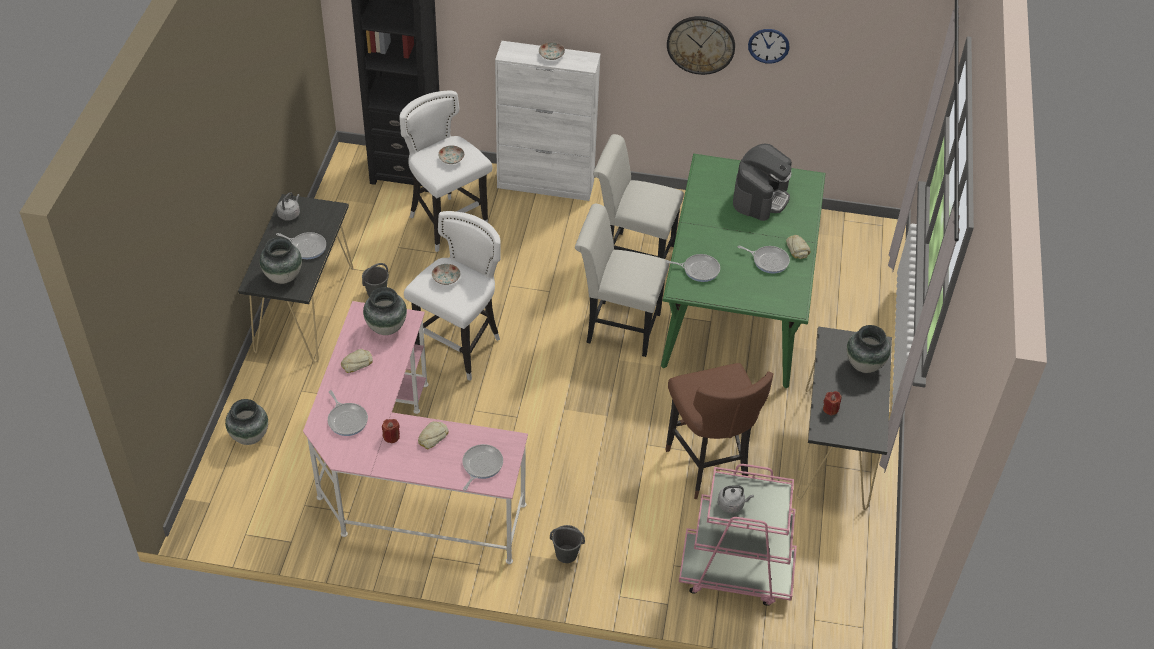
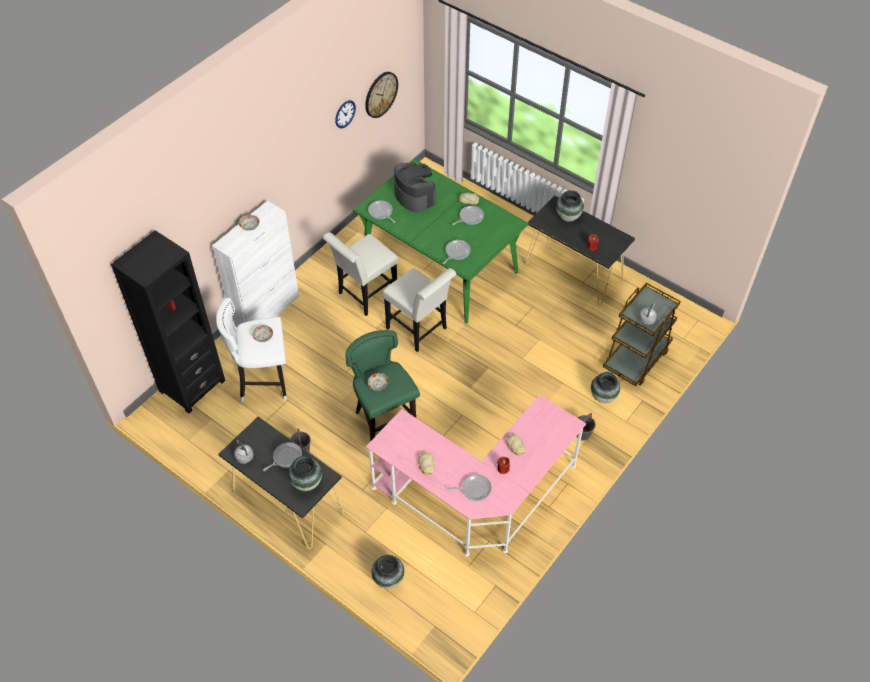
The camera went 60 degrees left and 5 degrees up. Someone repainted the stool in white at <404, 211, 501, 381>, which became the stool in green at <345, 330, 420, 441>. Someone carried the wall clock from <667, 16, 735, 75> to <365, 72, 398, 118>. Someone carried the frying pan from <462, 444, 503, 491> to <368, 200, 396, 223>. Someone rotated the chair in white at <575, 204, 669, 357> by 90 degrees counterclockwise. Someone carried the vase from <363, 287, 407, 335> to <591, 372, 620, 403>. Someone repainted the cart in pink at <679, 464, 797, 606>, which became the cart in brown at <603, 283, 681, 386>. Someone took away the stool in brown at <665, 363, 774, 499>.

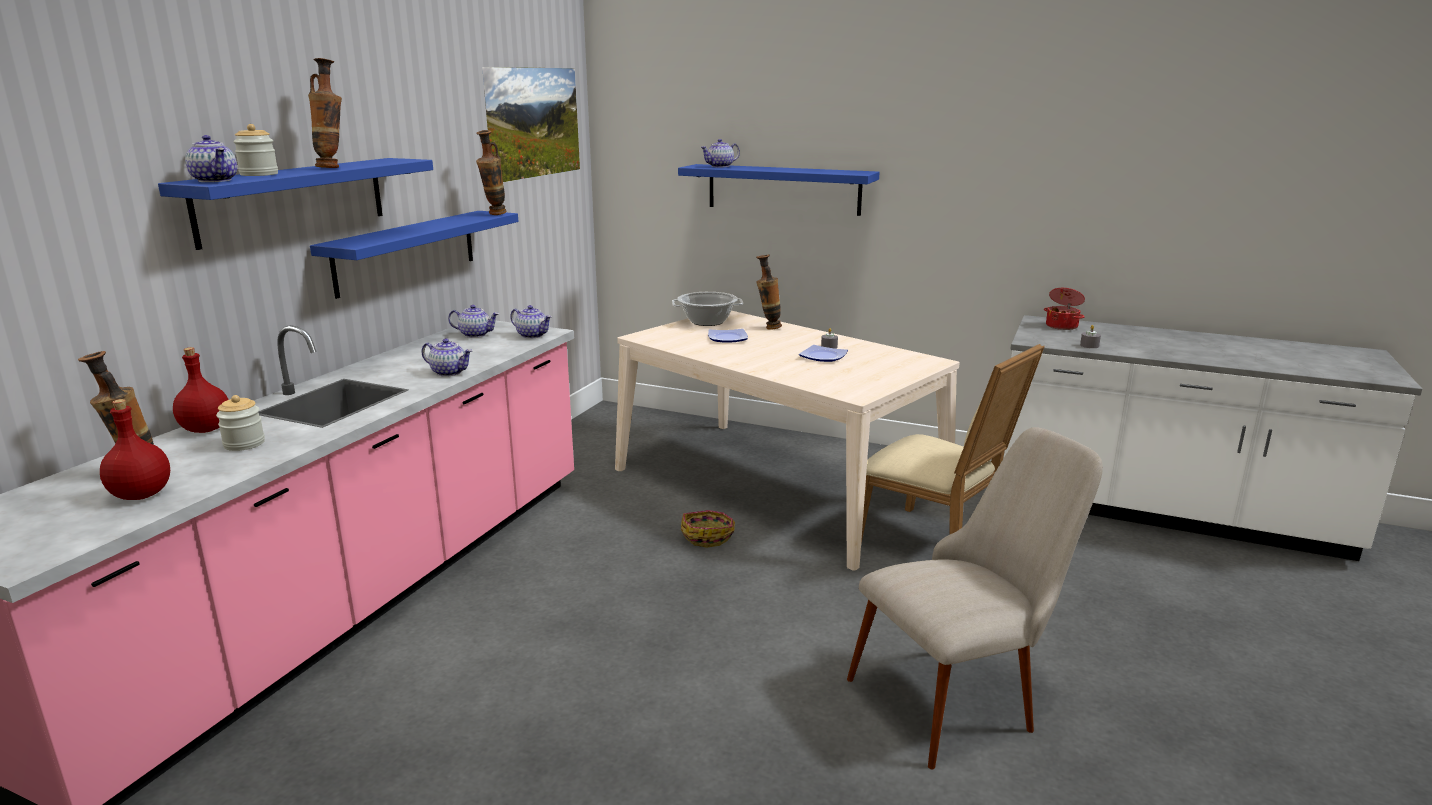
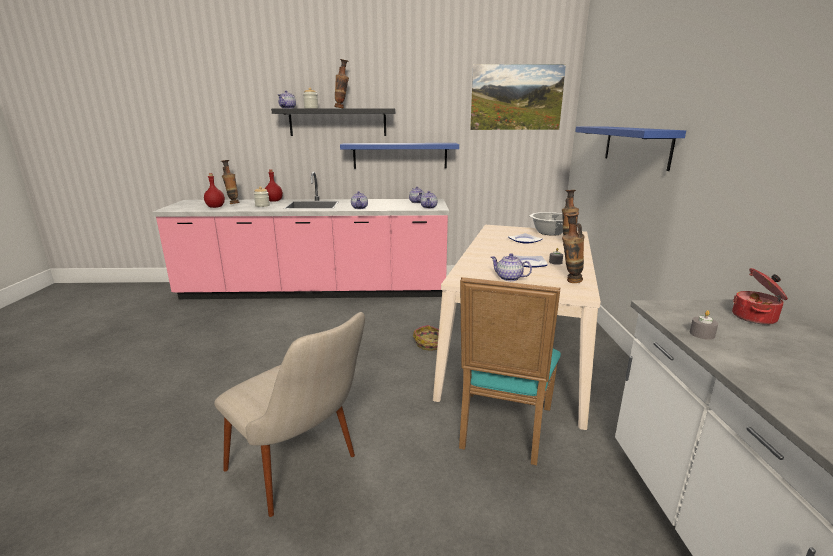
The camera went 65 degrees right and 0 degrees up. Someone repainted the shelf in blue at <158, 158, 433, 250>, which became the shelf in black at <271, 109, 395, 136>. Someone repainted the chair in beige at <861, 344, 1044, 543>, which became the chair in turquoise at <459, 277, 561, 465>. Someone carried the teapot from <700, 139, 740, 167> to <491, 253, 532, 281>. Someone carried the vase from <476, 130, 506, 215> to <562, 212, 585, 283>.

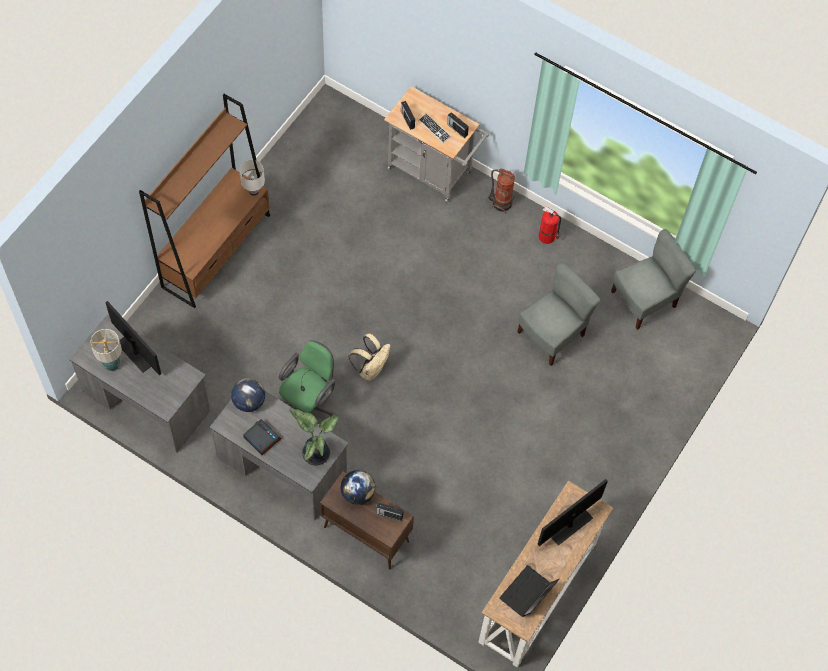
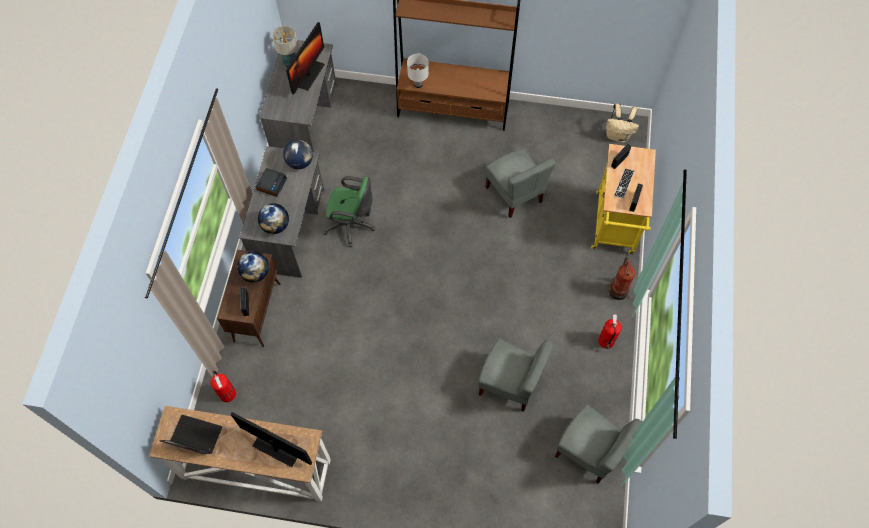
The camera went 70 degrees right and 0 degrees up. Someone put down the fire extinguisher at <210, 371, 236, 402>. Someone swapped the potted plant at <289, 409, 339, 466> for the globe at <258, 203, 289, 234>. Someone carried the table lamp in white from <239, 160, 265, 195> to <407, 54, 429, 88>. Someone put down the chair in grey at <486, 148, 556, 218>. Someone repainted the cart in grey at <384, 86, 489, 203>, which became the cart in yellow at <591, 144, 656, 255>. Someone carried the backpack in beige from <348, 333, 391, 381> to <606, 103, 639, 142>.

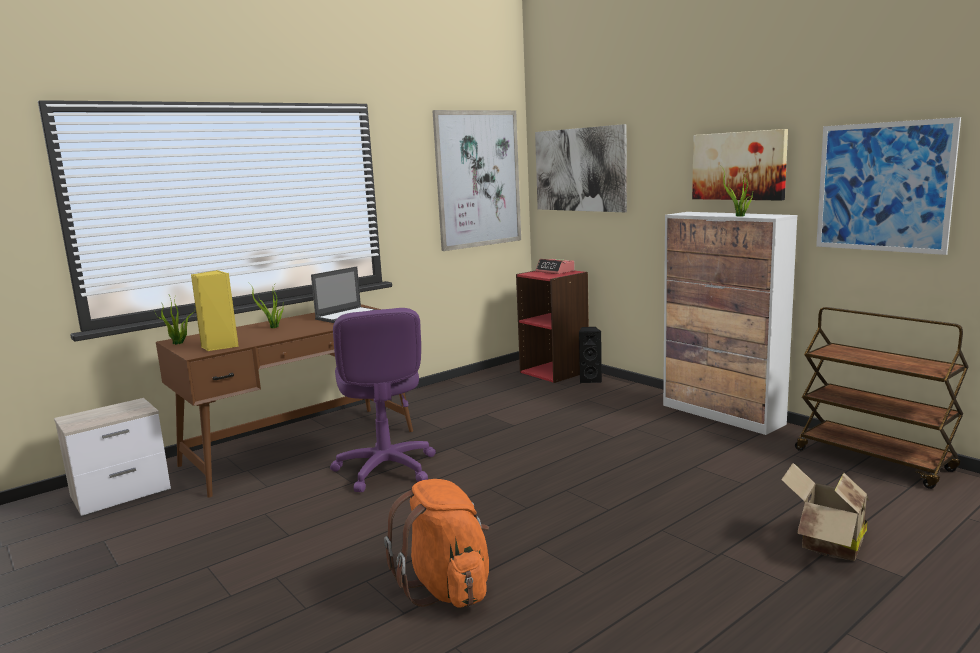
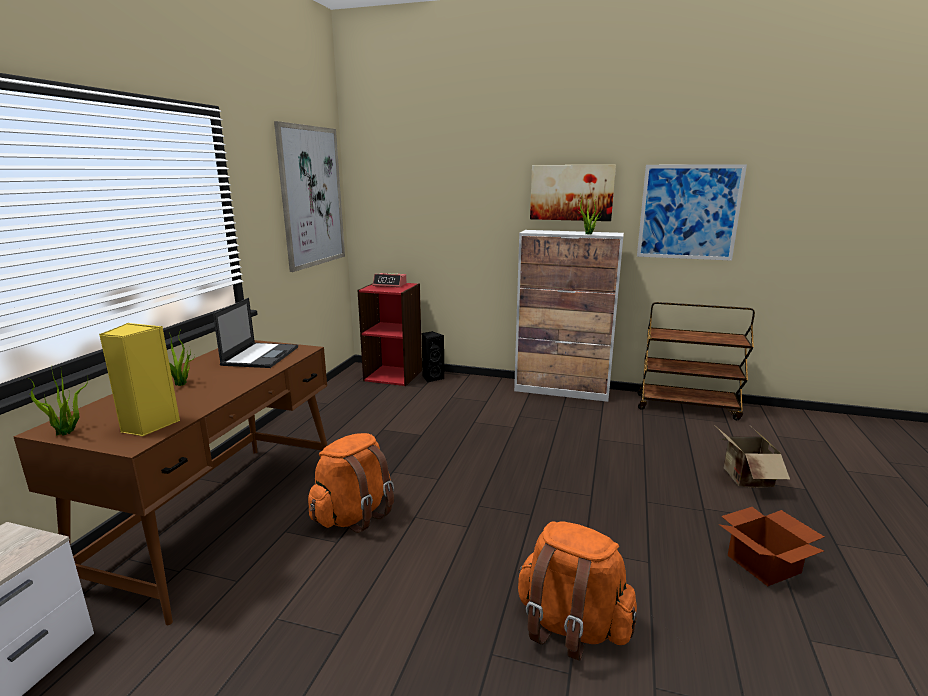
The camera went 35 degrees left and 5 degrees up. Someone swapped the office chair in purple at <330, 308, 436, 492> for the backpack in orange at <308, 433, 394, 533>. Someone put down the cardboard box at <719, 507, 824, 586>. Someone took away the picture at <535, 124, 627, 212>.

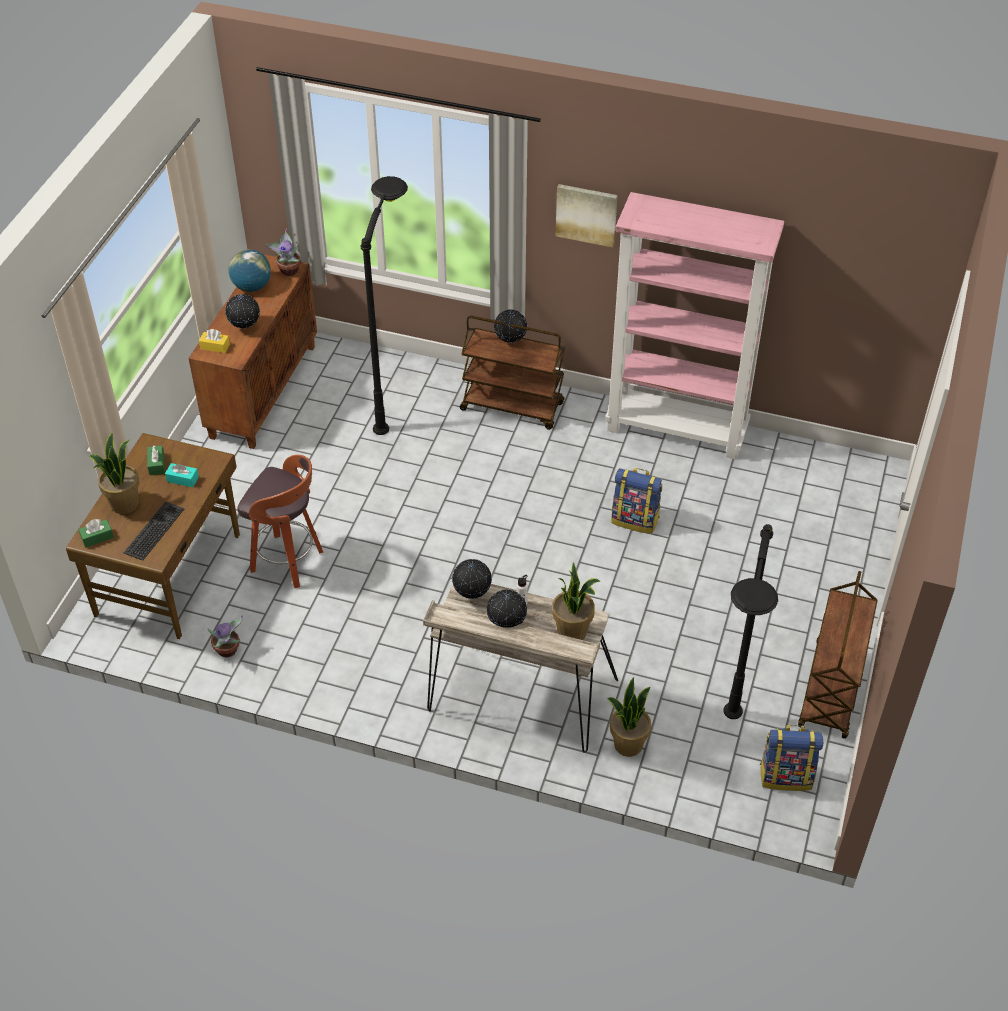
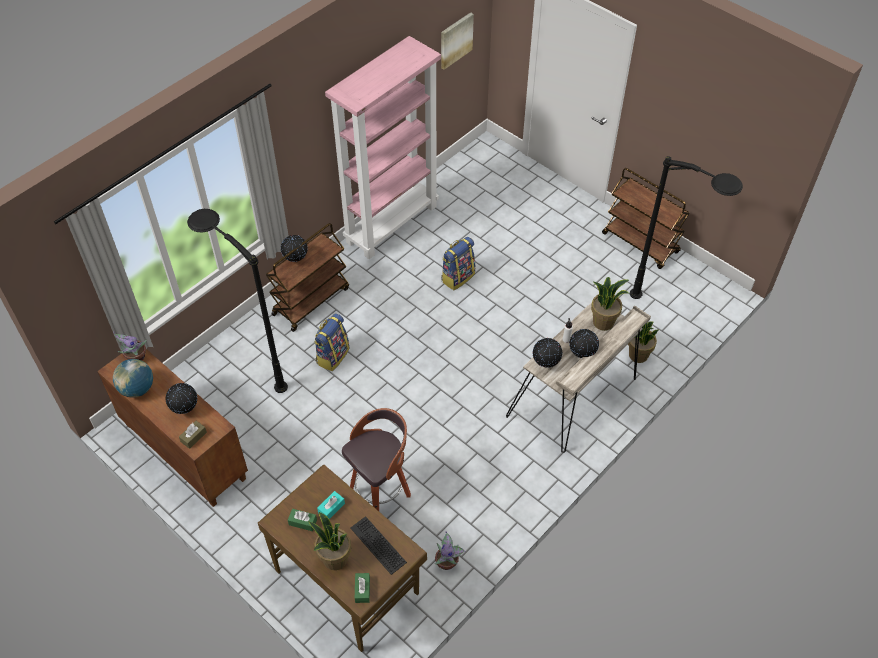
The camera went 65 degrees left and 5 degrees up. Someone repainted the tissue box in yellow at <199, 329, 230, 353>, which became the tissue box in brown at <179, 421, 207, 449>. Someone carried the backpack from <760, 725, 823, 791> to <314, 314, 349, 371>. Someone carried the picture from <556, 184, 617, 247> to <441, 12, 474, 70>.

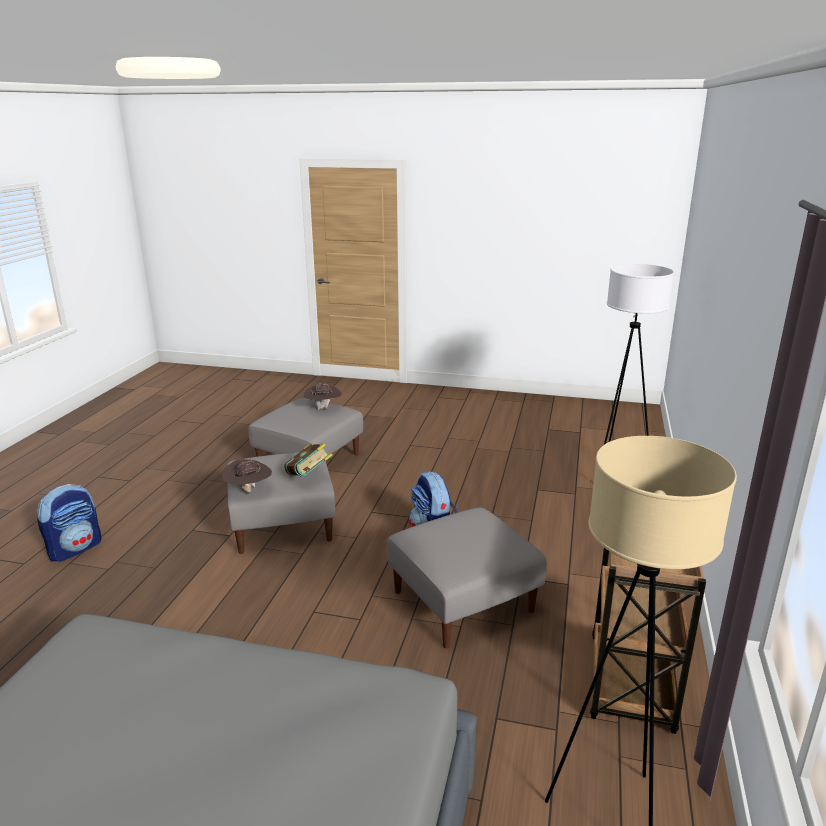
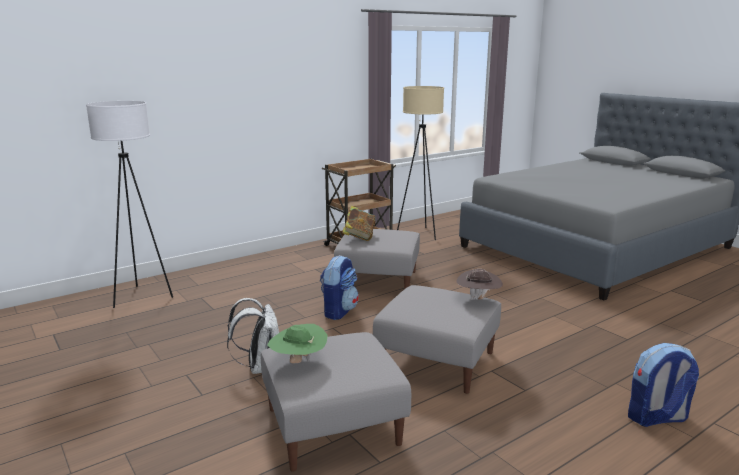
The camera went 140 degrees left and 5 degrees down. Someone put down the backpack in white at <227, 298, 279, 374>. Someone repainted the hat in brown at <304, 383, 342, 410>, which became the hat in green at <267, 324, 328, 363>. Someone carried the book from <284, 443, 333, 477> to <342, 206, 376, 241>.

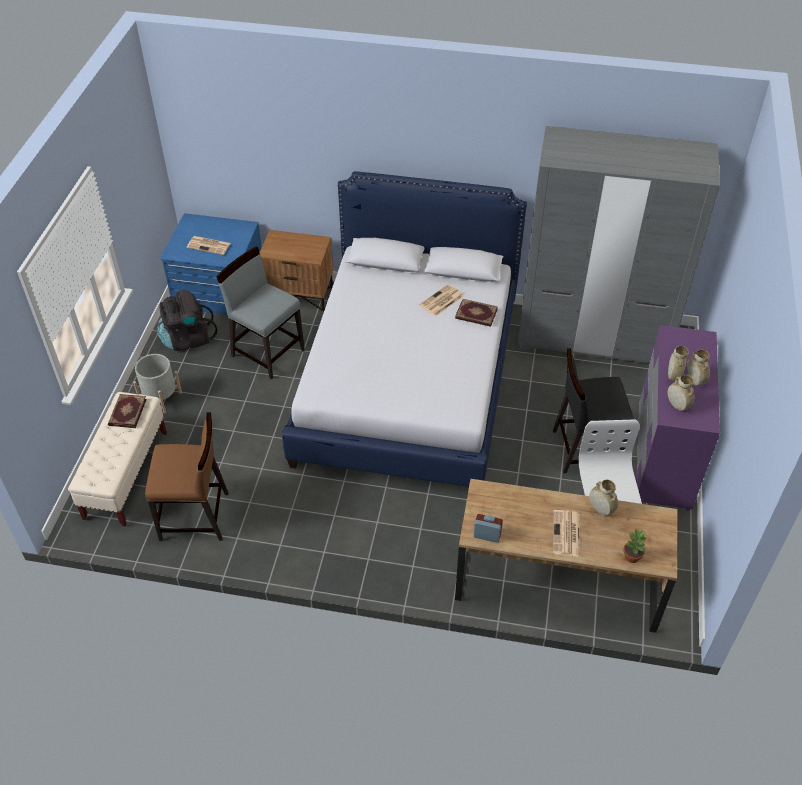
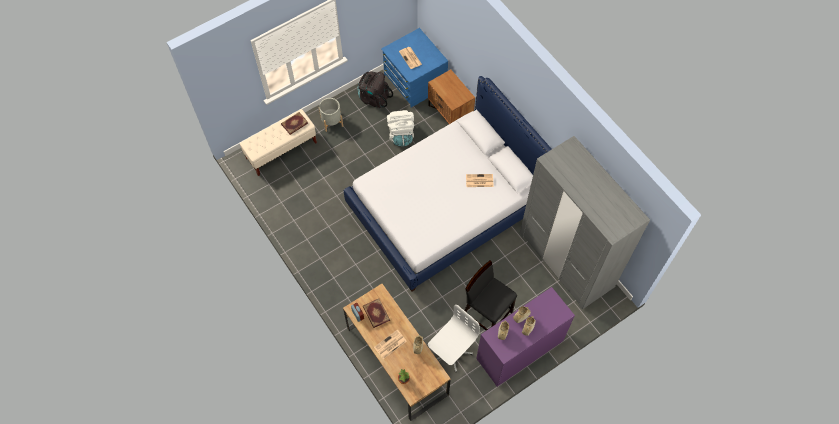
The camera went 45 degrees right and 15 degrees up. Someone carried the book from <455, 299, 498, 327> to <363, 298, 390, 328>. Someone swapped the chair in grey at <216, 247, 305, 380> for the backpack in white at <387, 110, 414, 147>. Someone took away the chair in brown at <145, 412, 229, 541>.

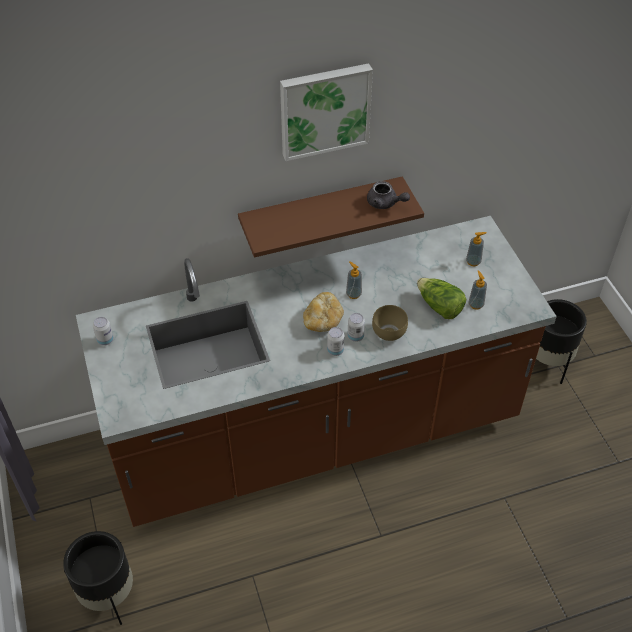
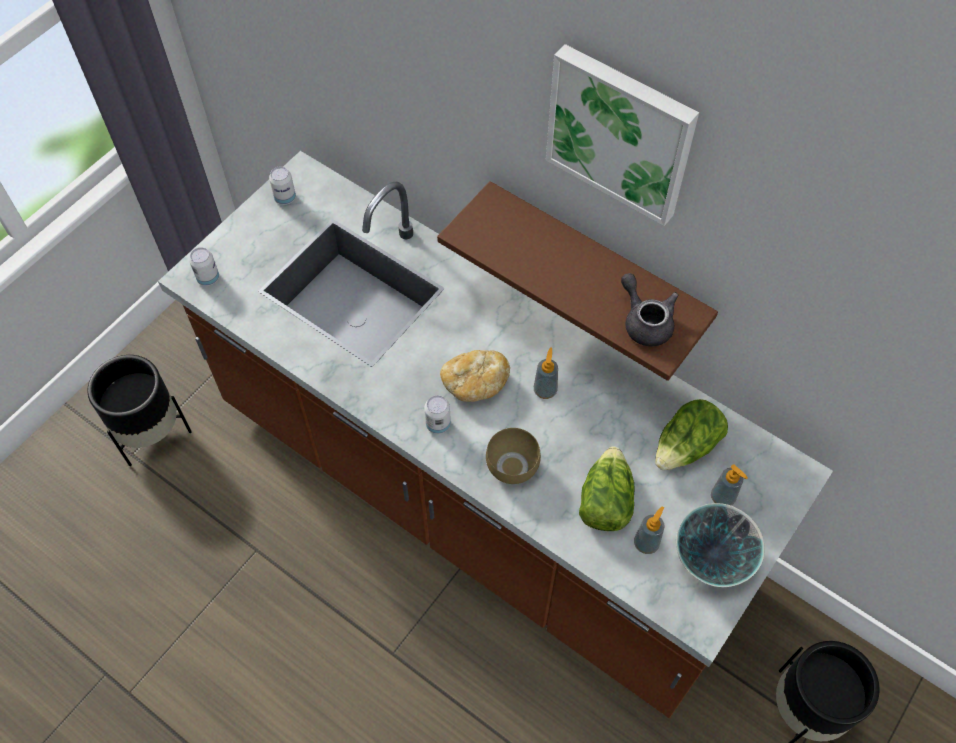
The camera went 55 degrees right and 10 degrees up. Someone carried the can from <347, 313, 365, 342> to <189, 247, 219, 286>. Someone rotated the teapot in grey at <367, 181, 410, 209> by 150 degrees clockwise. Someone put down the lettuce at <655, 399, 728, 470>. Someone put down the bowl at <676, 503, 765, 587>.

